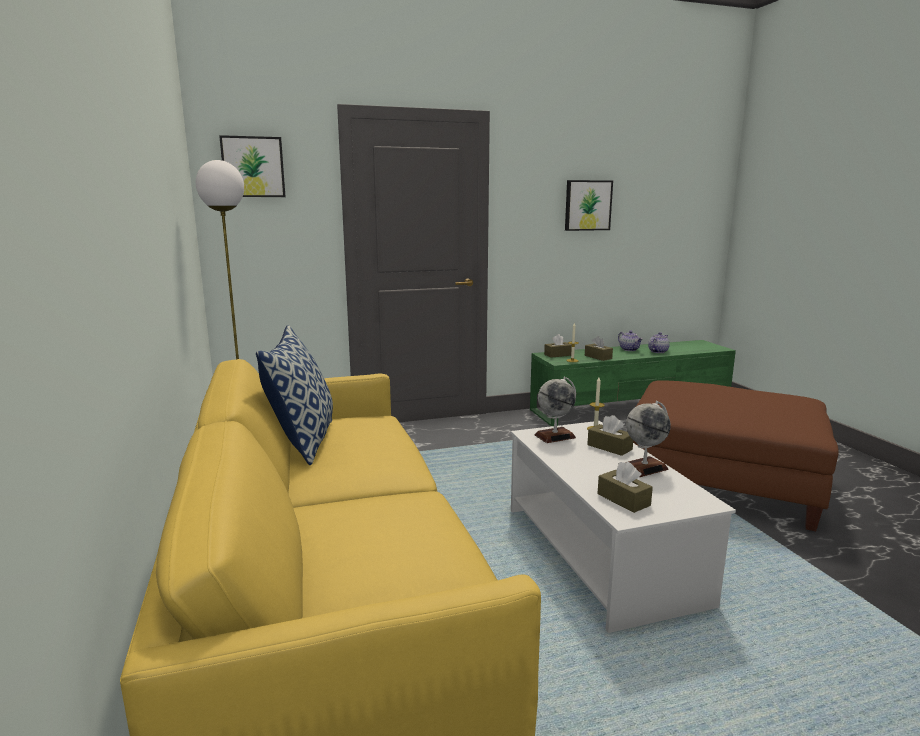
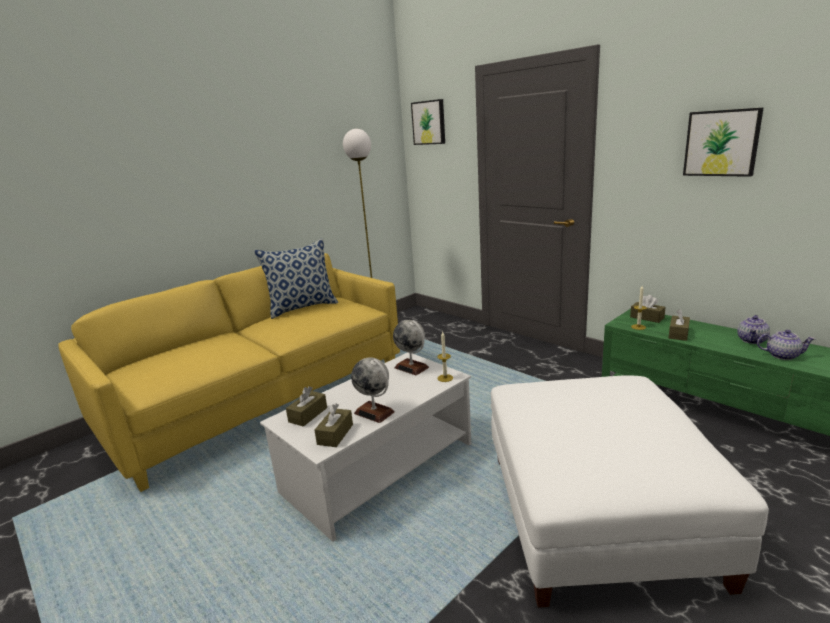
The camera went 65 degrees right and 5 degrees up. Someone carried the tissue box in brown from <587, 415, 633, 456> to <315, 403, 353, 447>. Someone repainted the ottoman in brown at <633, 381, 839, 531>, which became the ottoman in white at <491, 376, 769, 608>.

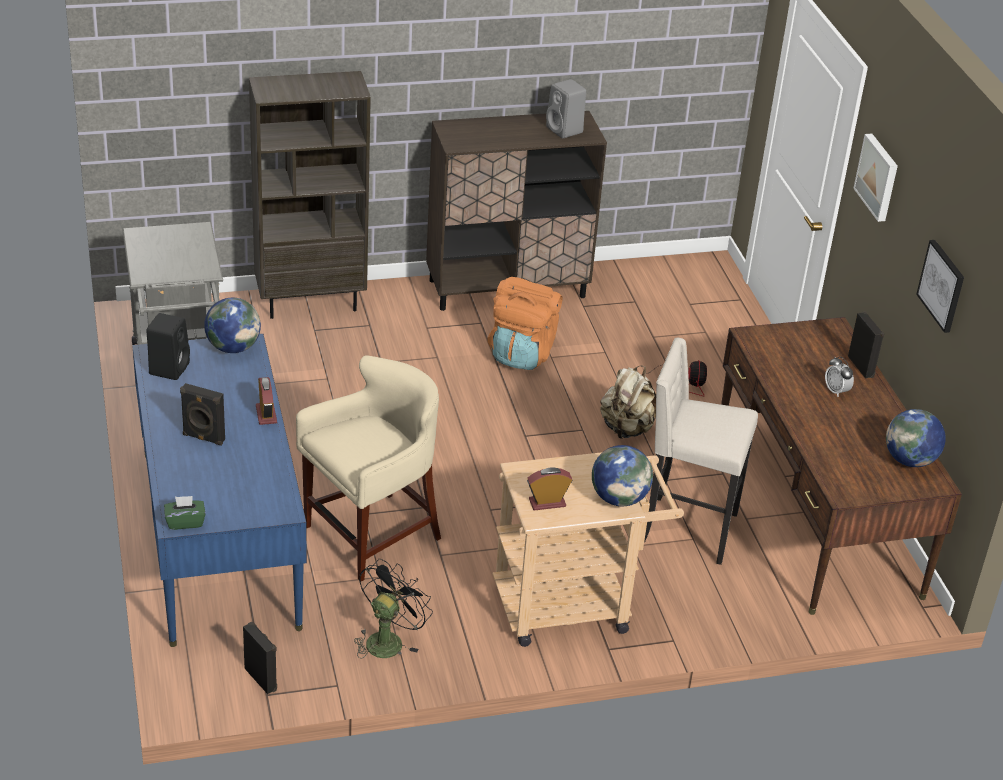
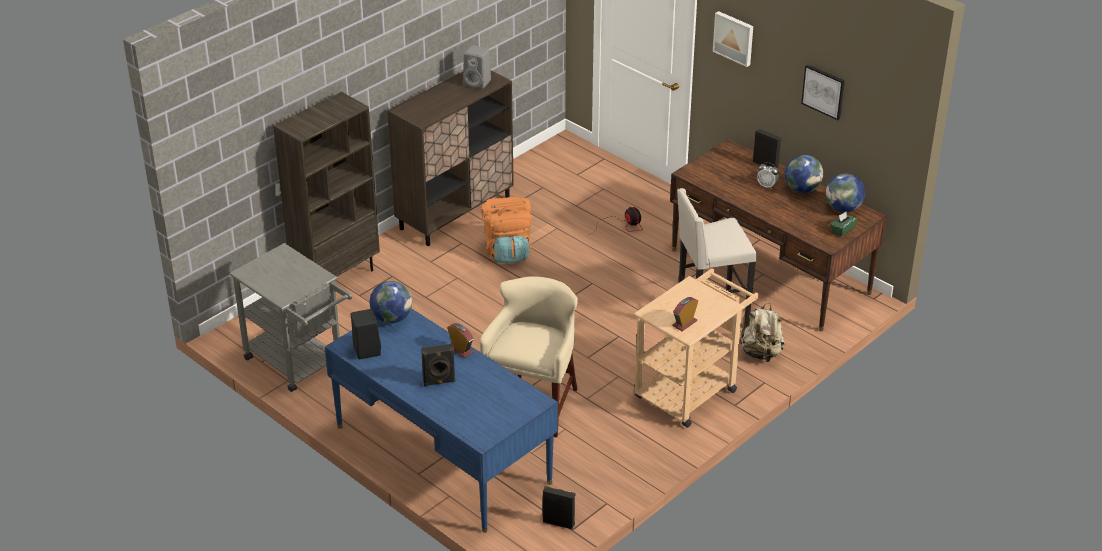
The camera went 30 degrees left and 0 degrees up. Someone carried the backpack in beige from <600, 365, 656, 439> to <739, 303, 785, 362>. Someone carried the globe from <592, 445, 653, 506> to <785, 155, 823, 193>. Someone carried the tissue box in green from <164, 496, 206, 530> to <830, 212, 858, 237>. Someone took away the fan in black at <354, 559, 433, 659>.

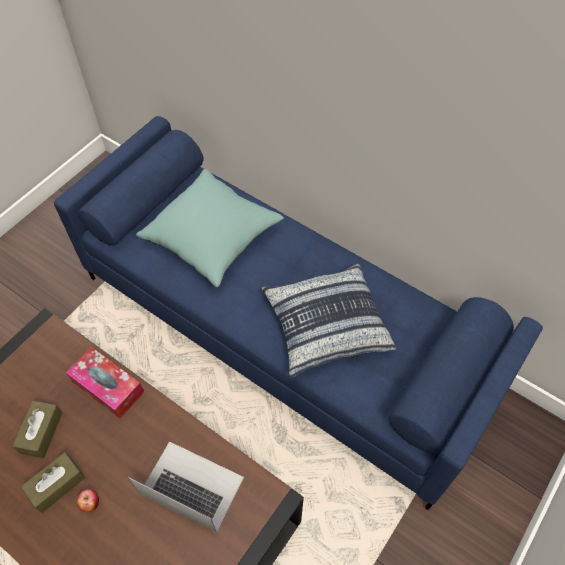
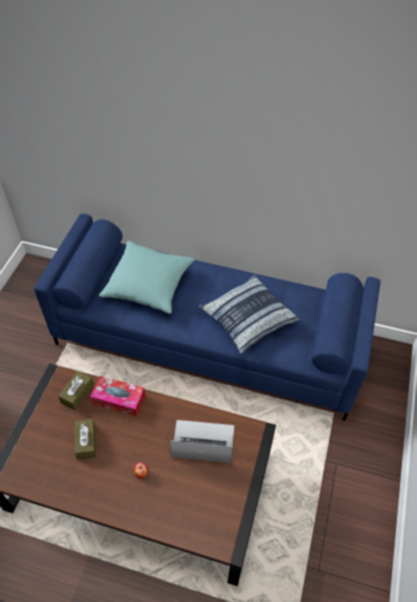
The camera went 20 degrees left and 5 degrees down. Someone carried the tissue box in brown from <21, 452, 85, 513> to <58, 371, 94, 410>.

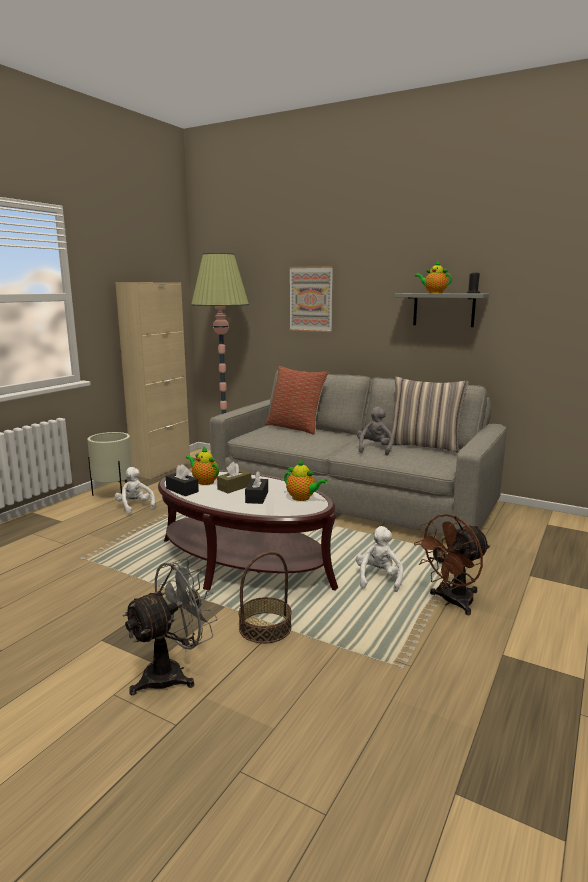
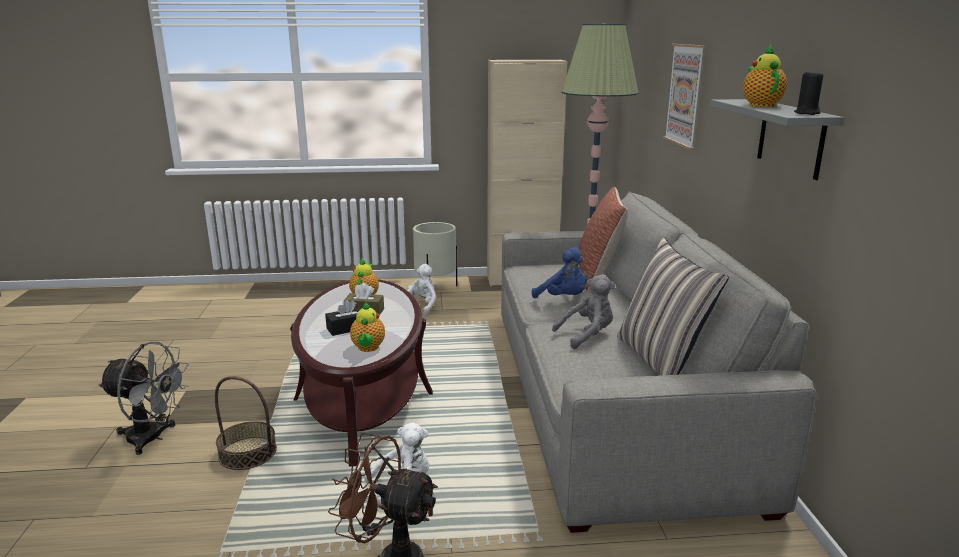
The camera went 55 degrees right and 5 degrees up. Someone put down the plush toy in blue at <532, 247, 587, 298>. Someone took away the tissue box in black at <166, 464, 199, 496>.

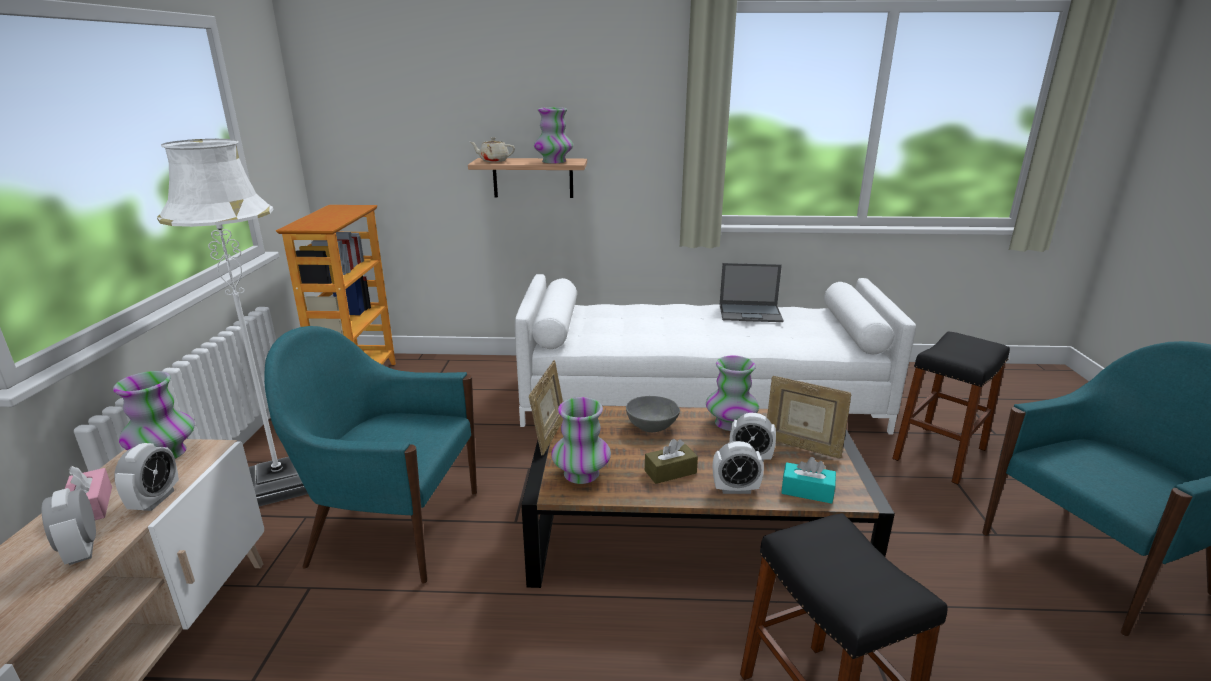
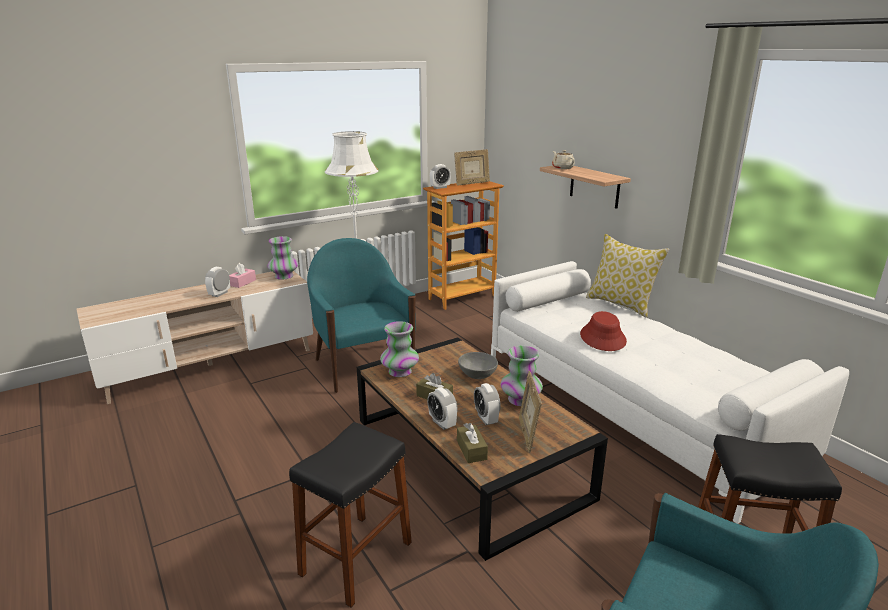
The camera went 55 degrees right and 0 degrees up. Someone carried the alarm clock from <114, 443, 179, 511> to <430, 164, 451, 189>. Someone carried the picture frame from <529, 360, 563, 455> to <454, 149, 490, 185>. Someone repainted the tissue box in turquoise at <781, 457, 836, 504>, which became the tissue box in brown at <457, 423, 488, 463>. Someone put down the hat in red at <580, 311, 627, 351>. Someone put down the pillow at <586, 234, 669, 318>. Someone took away the vase at <534, 107, 573, 163>. Someone took away the laptop at <720, 263, 784, 322>.

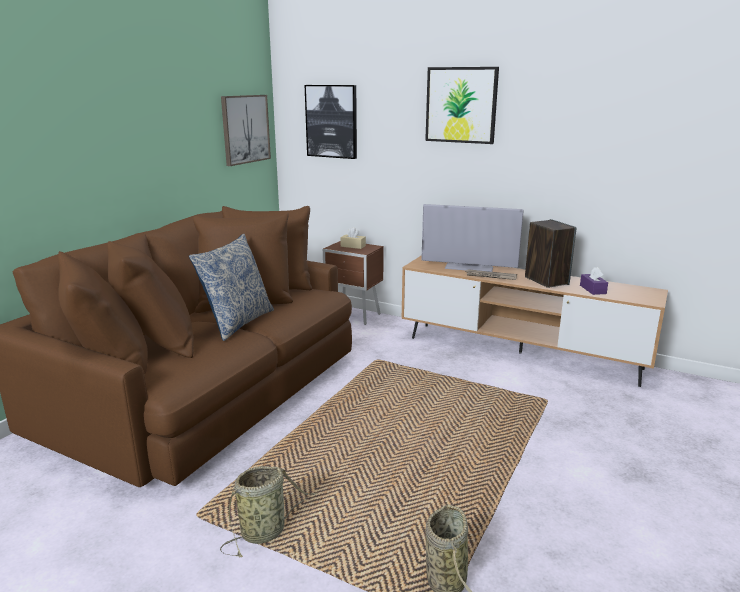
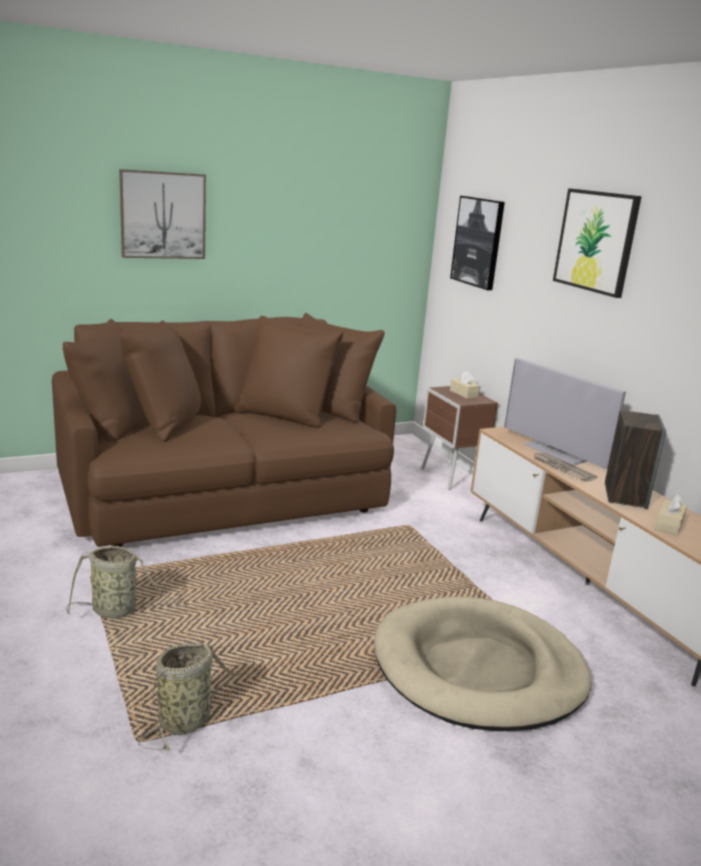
The camera went 35 degrees right and 0 degrees up. Someone carried the picture from <221, 95, 271, 166> to <119, 169, 206, 259>. Someone put down the dog bed in beige at <374, 597, 592, 731>. Someone repainted the tissue box in purple at <580, 267, 608, 295>, which became the tissue box in beige at <655, 494, 687, 535>. Someone took away the pillow at <189, 234, 274, 341>.

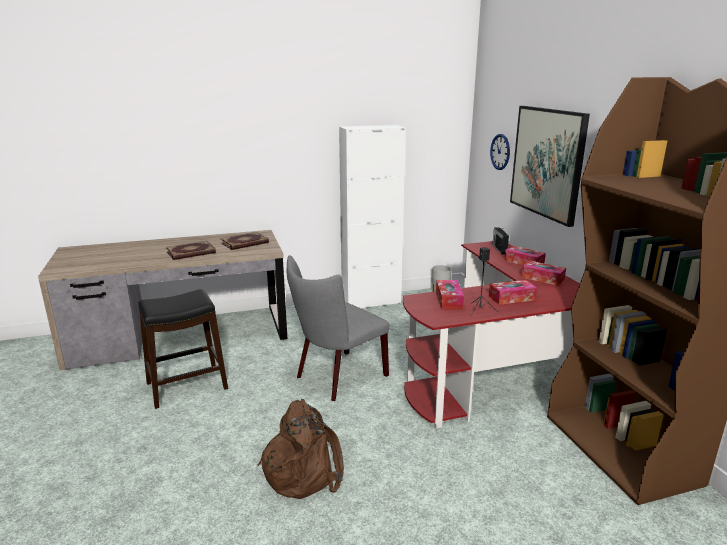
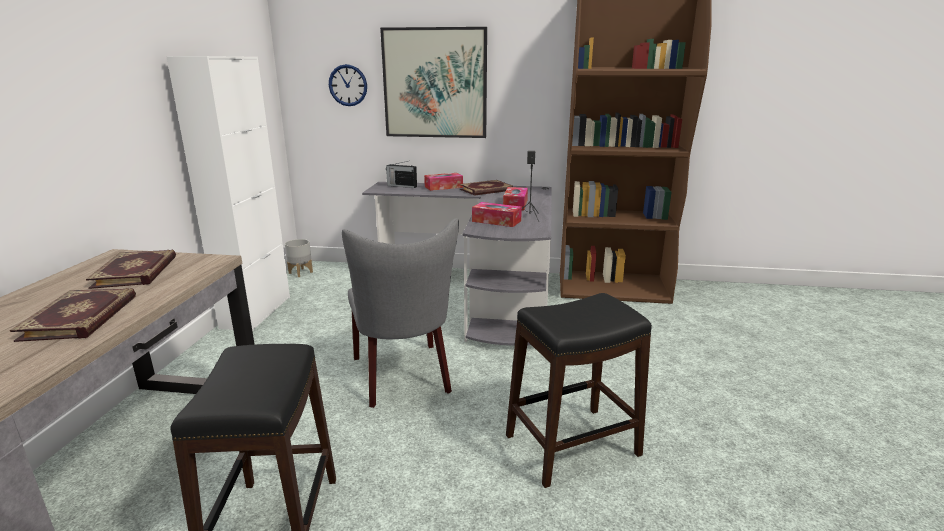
The camera went 65 degrees left and 0 degrees up. Someone repainted the desk in red at <403, 241, 580, 429>, which became the desk in grey at <362, 182, 552, 346>. Someone swapped the tissue box at <522, 261, 566, 286> for the book at <460, 180, 513, 196>. Someone swapped the backpack in brown at <257, 399, 344, 499> for the stool in black at <506, 293, 652, 488>.

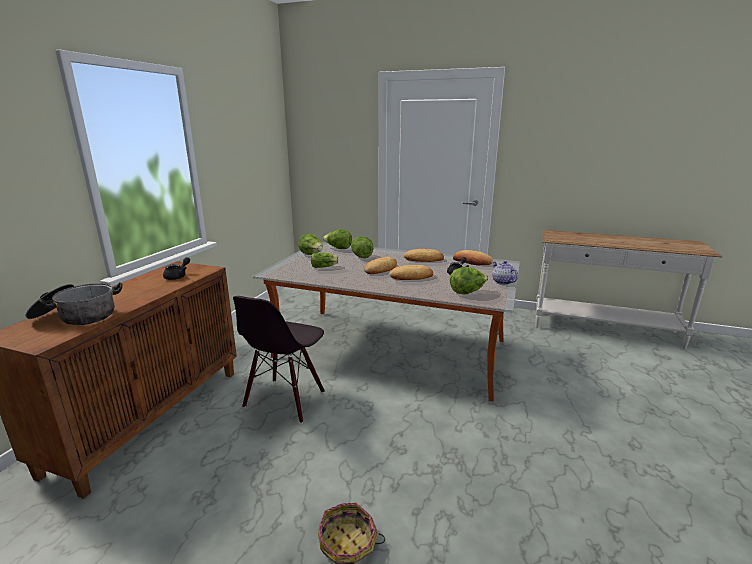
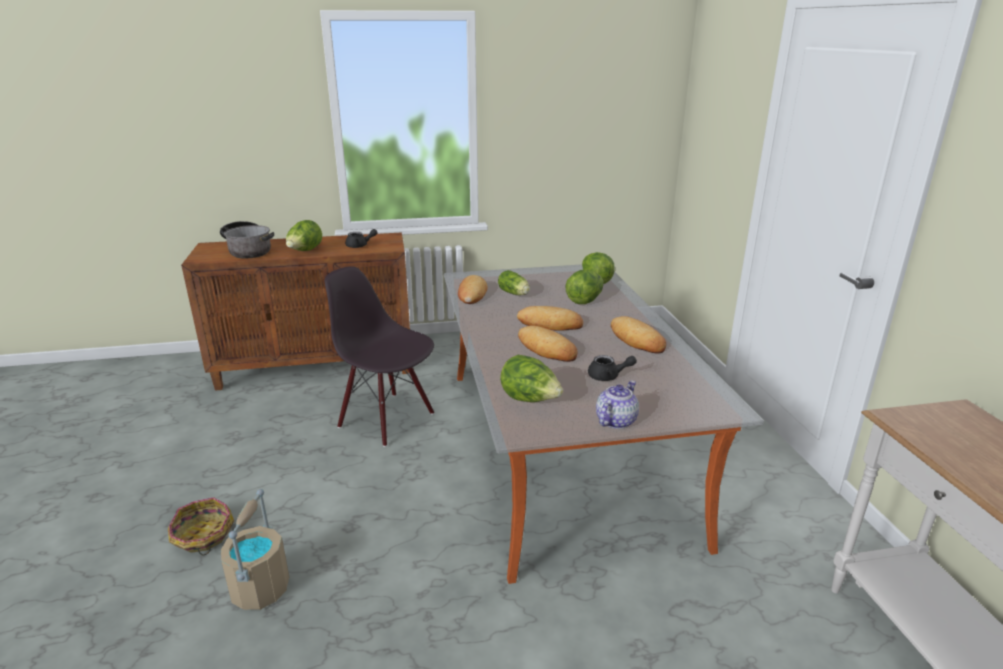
The camera went 60 degrees right and 5 degrees up. Someone put down the bucket in beige at <221, 489, 290, 610>. Someone carried the lettuce from <298, 234, 323, 255> to <286, 220, 322, 251>. Someone rotated the chair in black at <233, 296, 325, 424> by 45 degrees clockwise. Someone carried the bread from <453, 250, 493, 265> to <458, 275, 487, 304>.

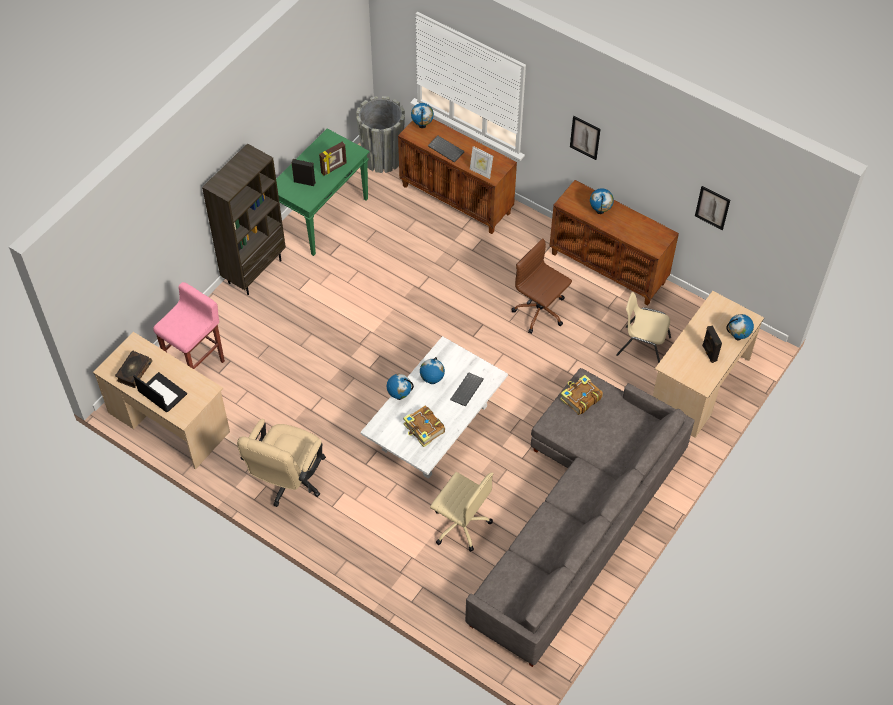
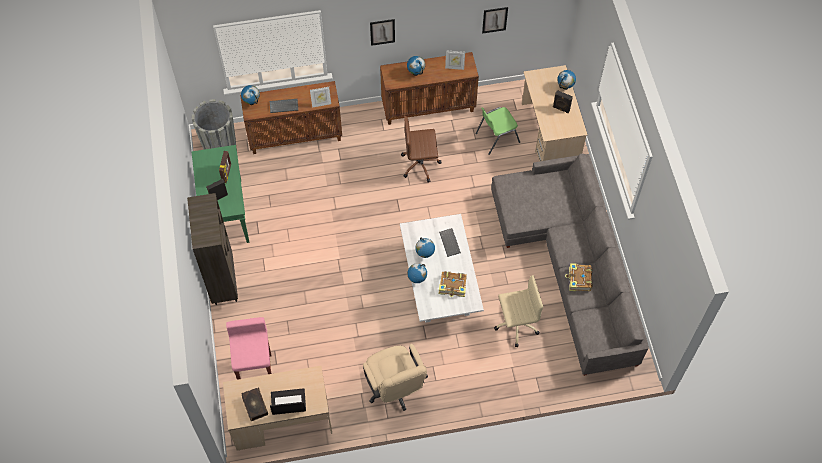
The camera went 45 degrees left and 5 degrees up. Someone put down the picture frame at <445, 50, 465, 70>. Someone repainted the chair in beige at <616, 292, 671, 363>, which became the chair in green at <475, 107, 520, 155>. Someone carried the book from <560, 375, 603, 415> to <565, 263, 592, 291>.

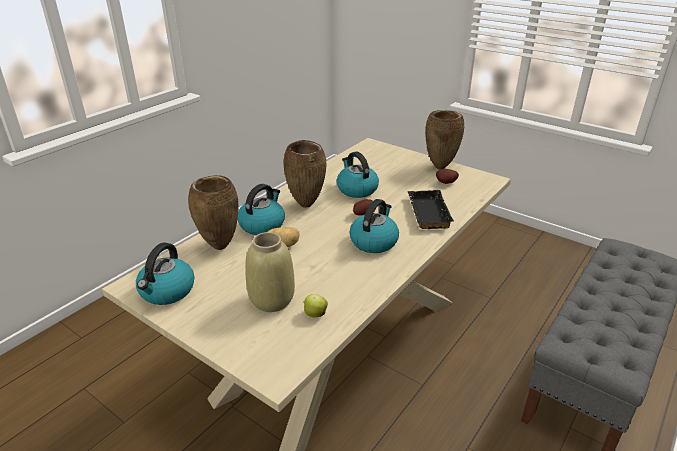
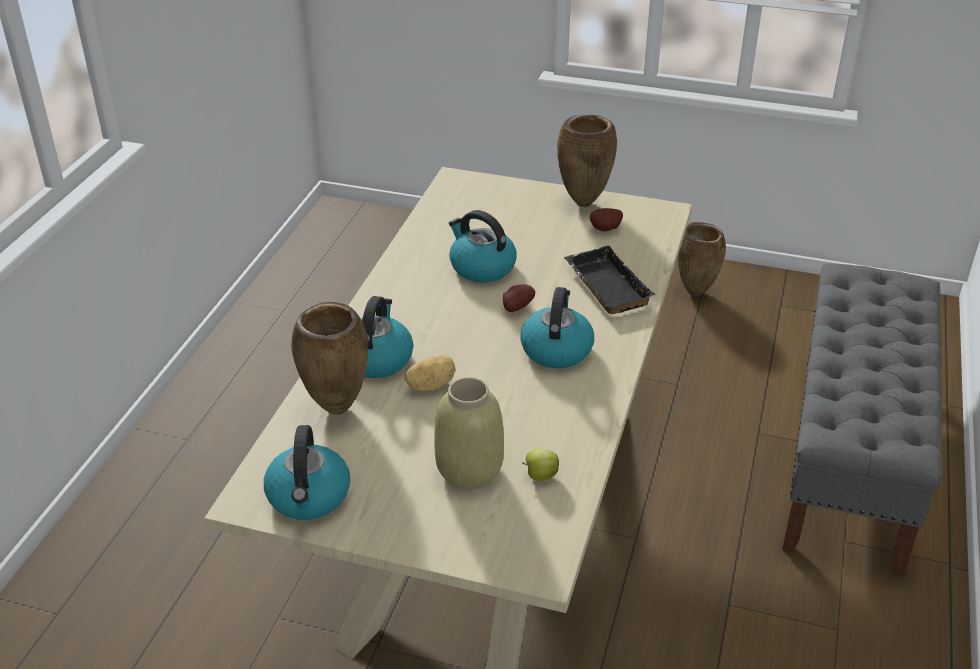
The camera went 20 degrees left and 5 degrees up. Someone carried the vase in brown from <283, 140, 326, 208> to <677, 222, 726, 296>.

